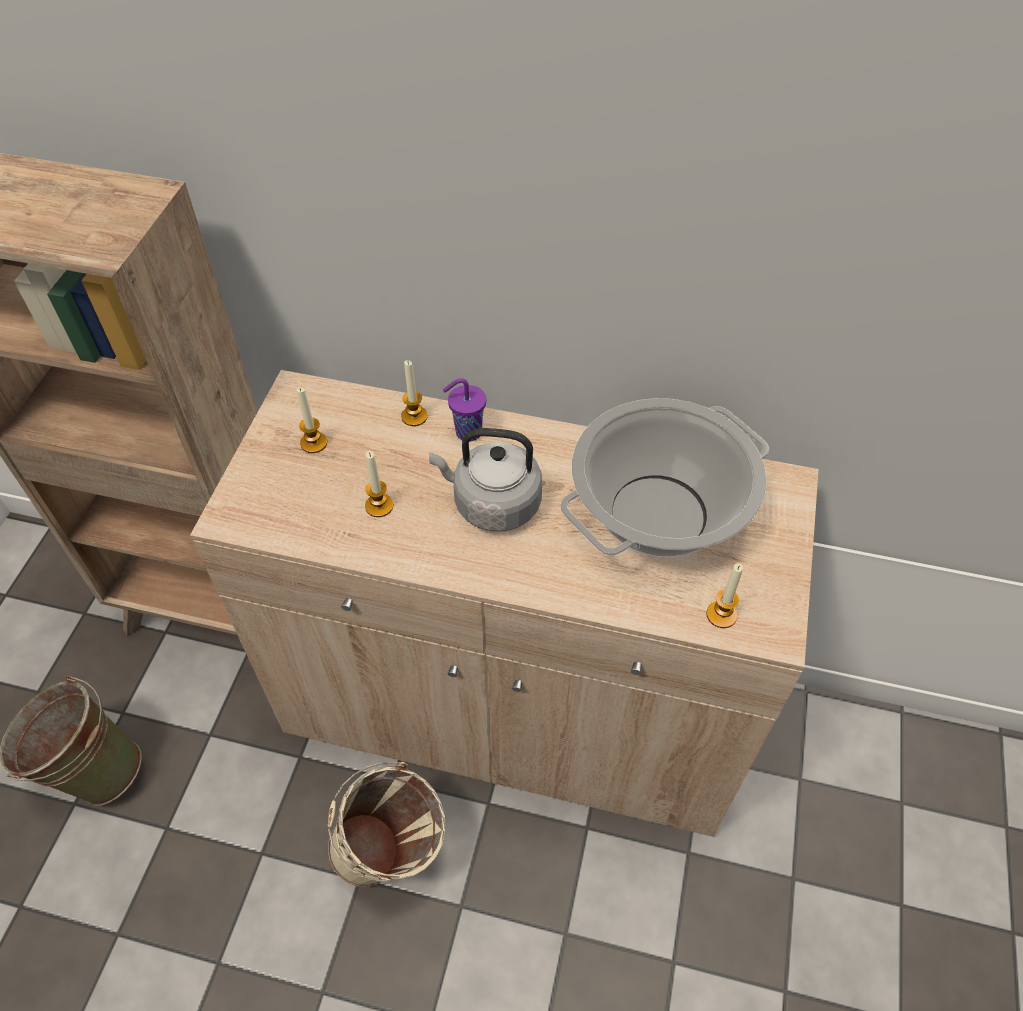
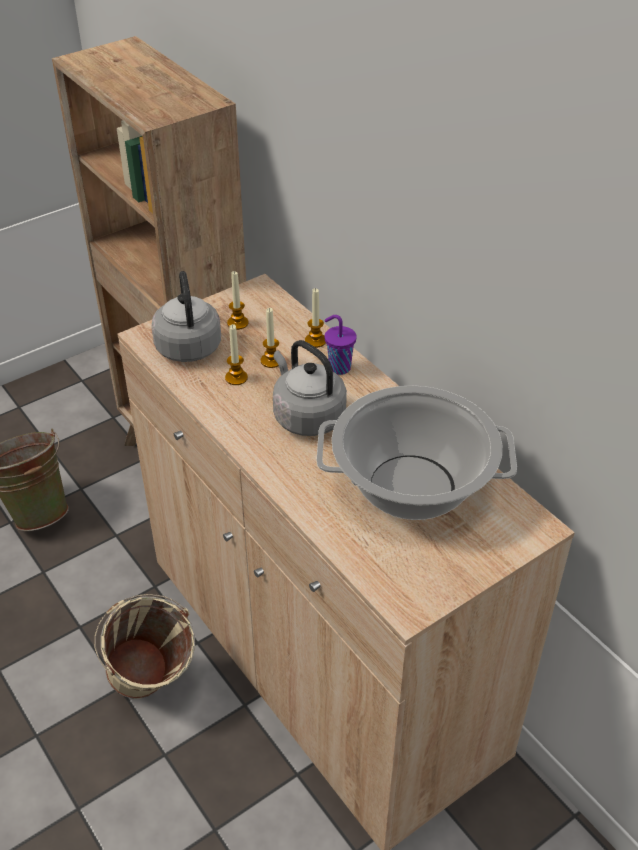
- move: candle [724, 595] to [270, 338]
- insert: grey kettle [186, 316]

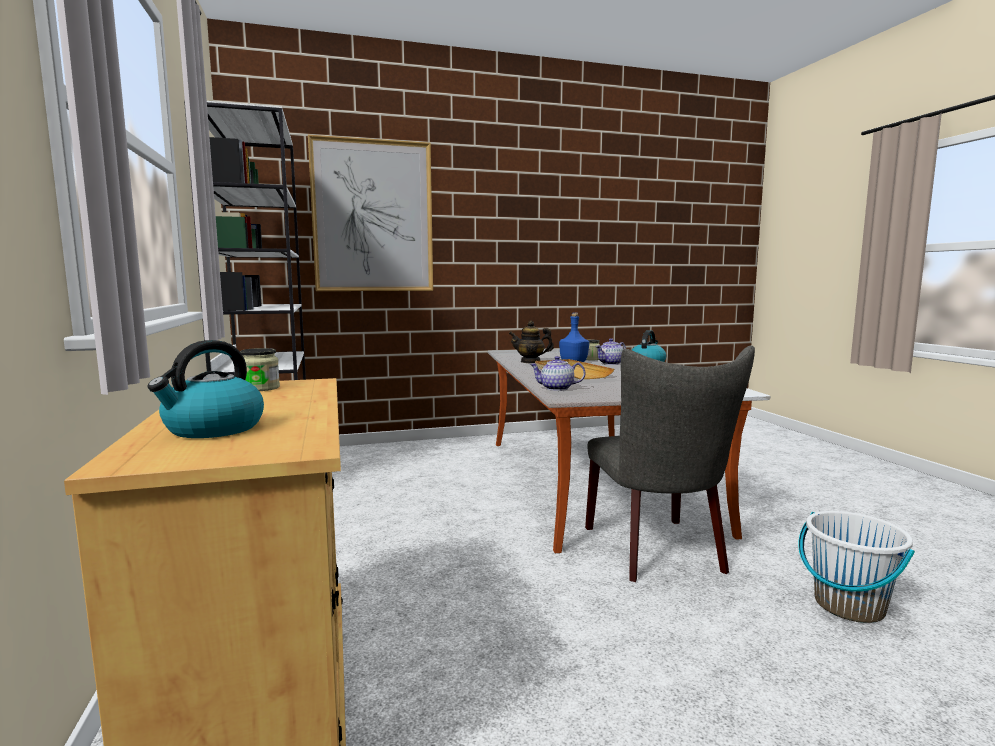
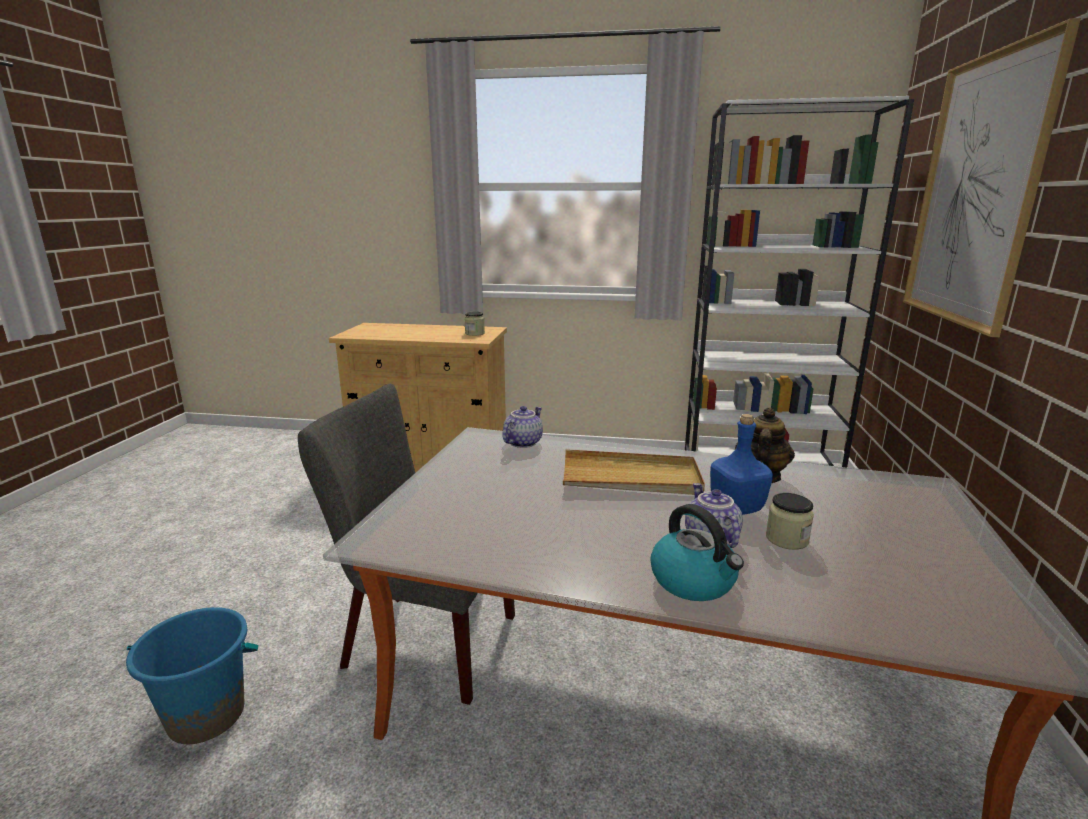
- delete: kettle [206, 389]
- recolor: white bucket [856, 567] to blue bucket [192, 676]

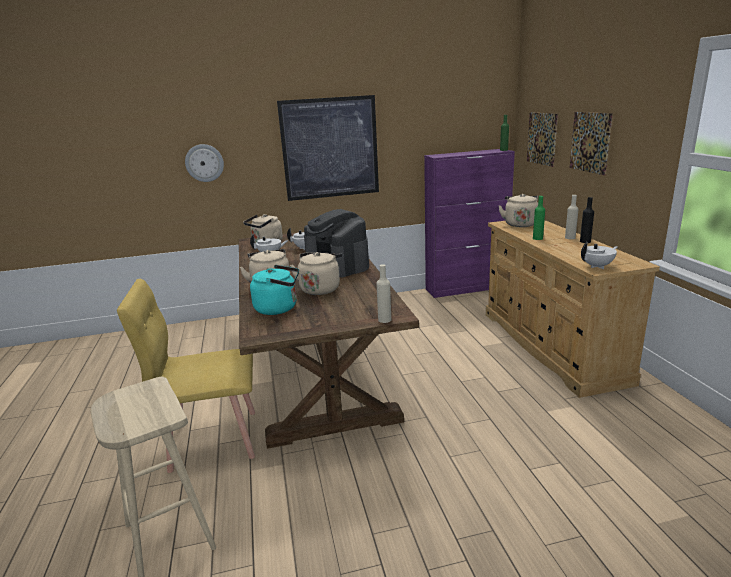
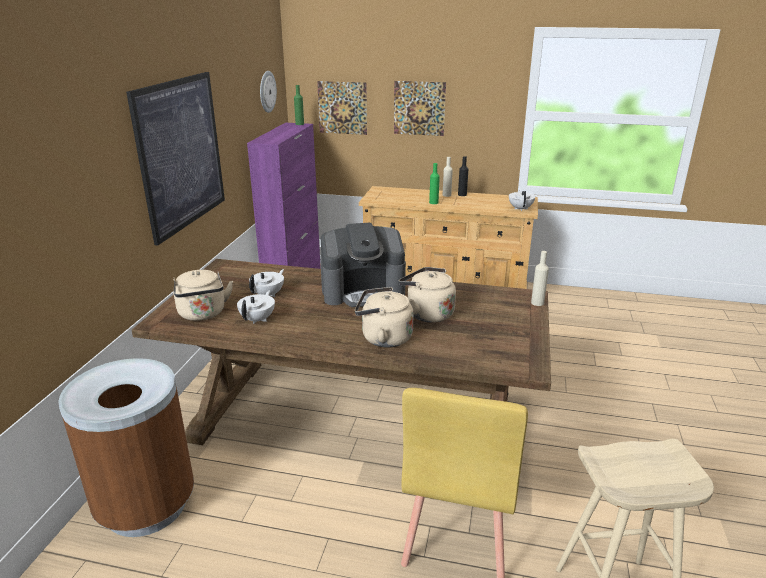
- move: wall clock [204, 163] to [268, 92]
- delete: turquoise kettle [274, 290]
- delete: beige kettle [518, 210]
- insert: brown trash can [126, 447]

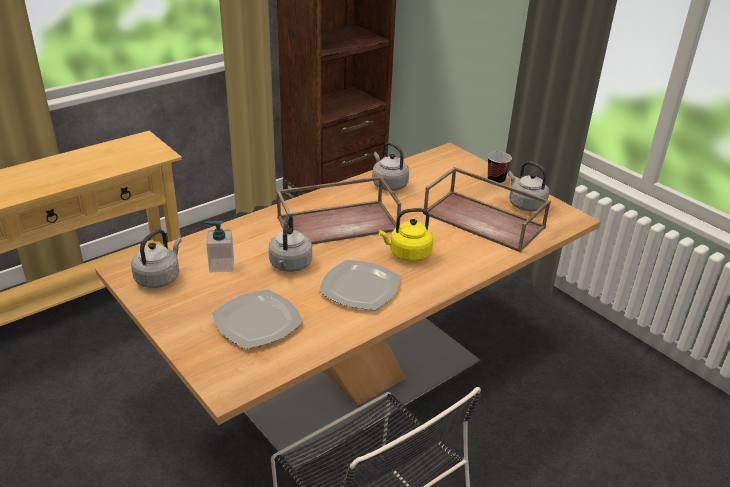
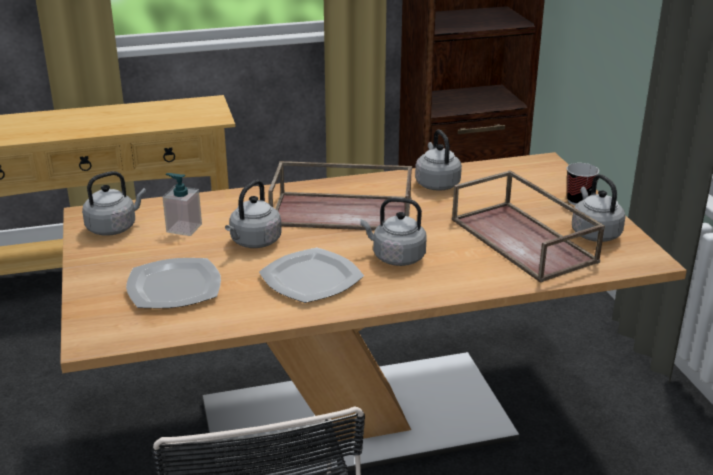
- recolor: yellow kettle [406, 235] to grey kettle [393, 232]

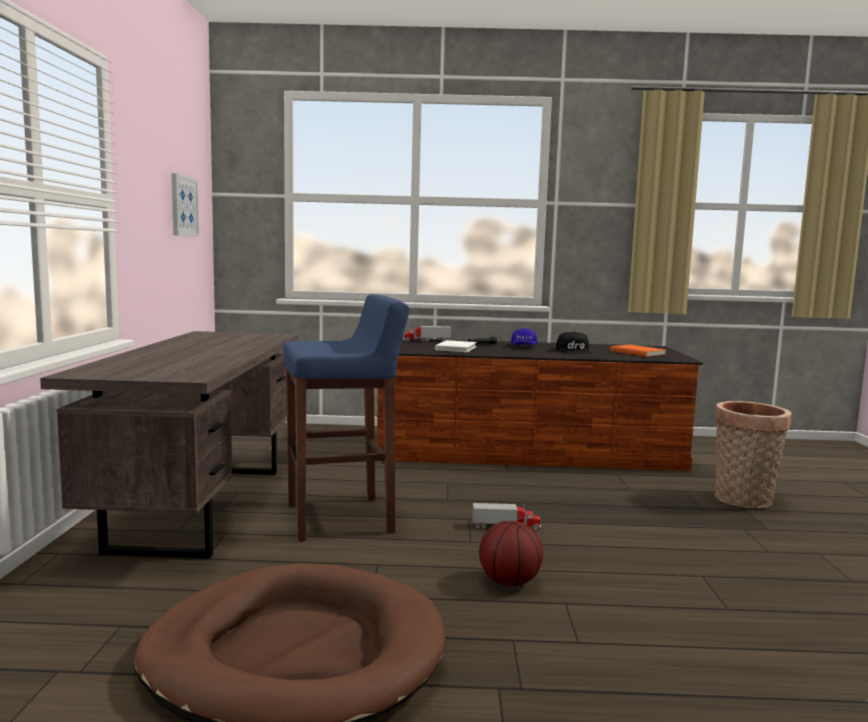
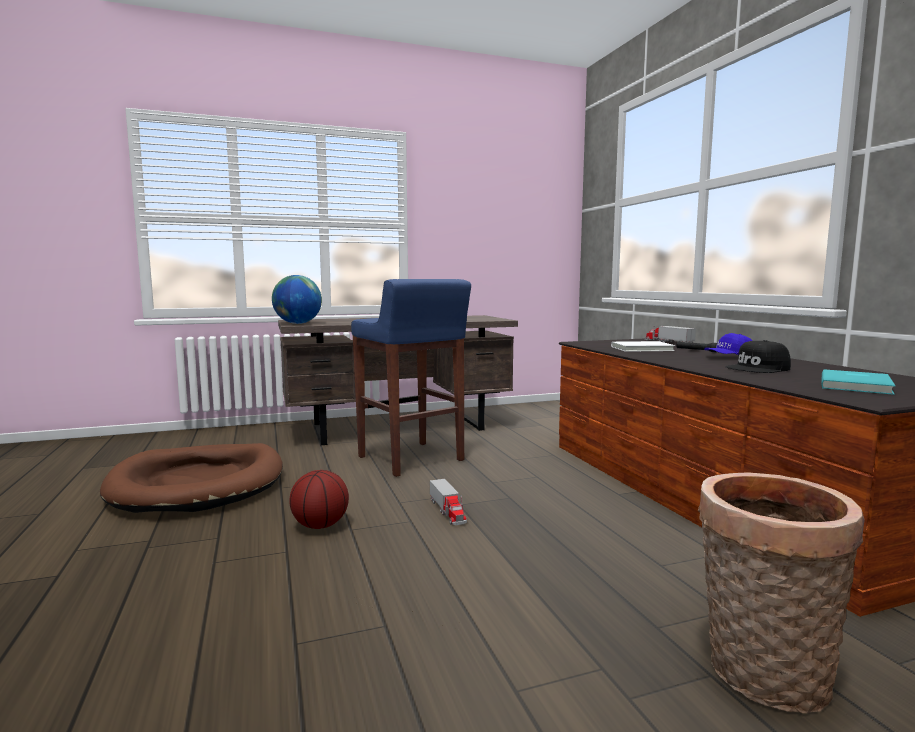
- delete: picture [185, 205]
- recolor: orange book [638, 350] to turquoise book [858, 382]
- insert: globe [297, 299]

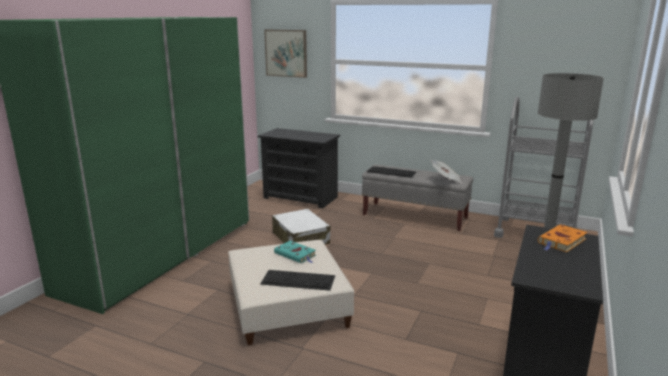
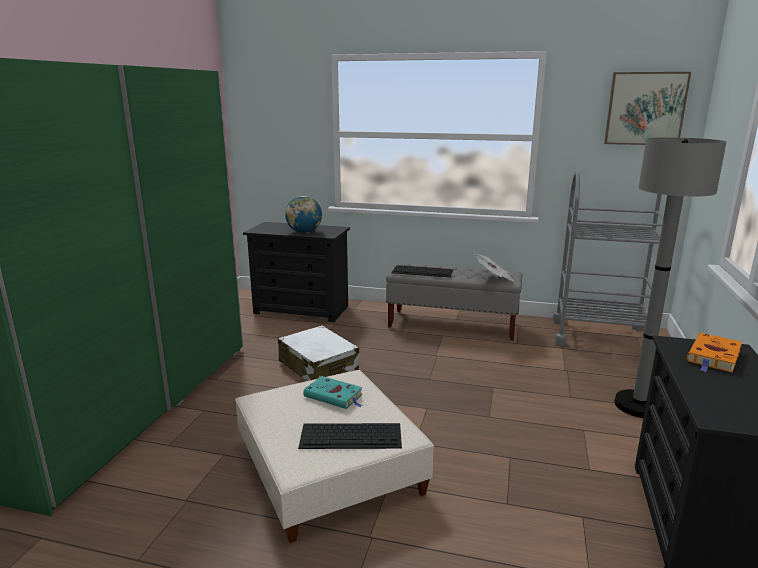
- move: picture [285, 54] to [647, 108]
- insert: globe [303, 214]

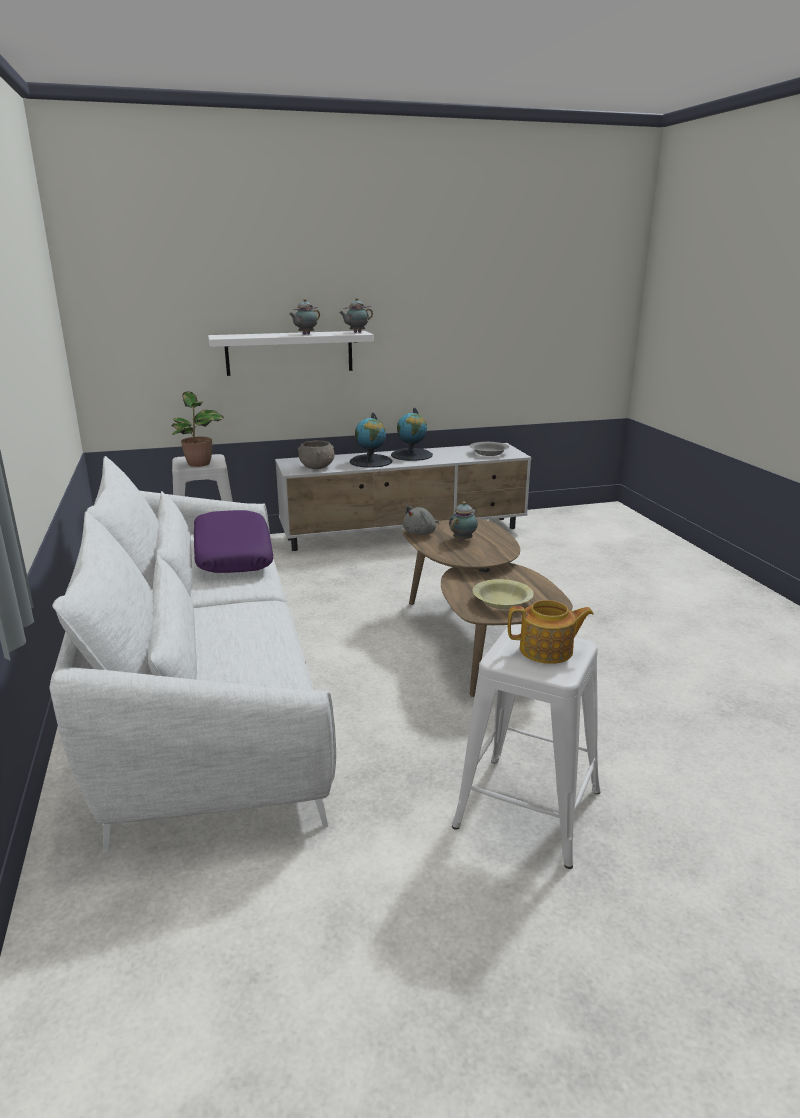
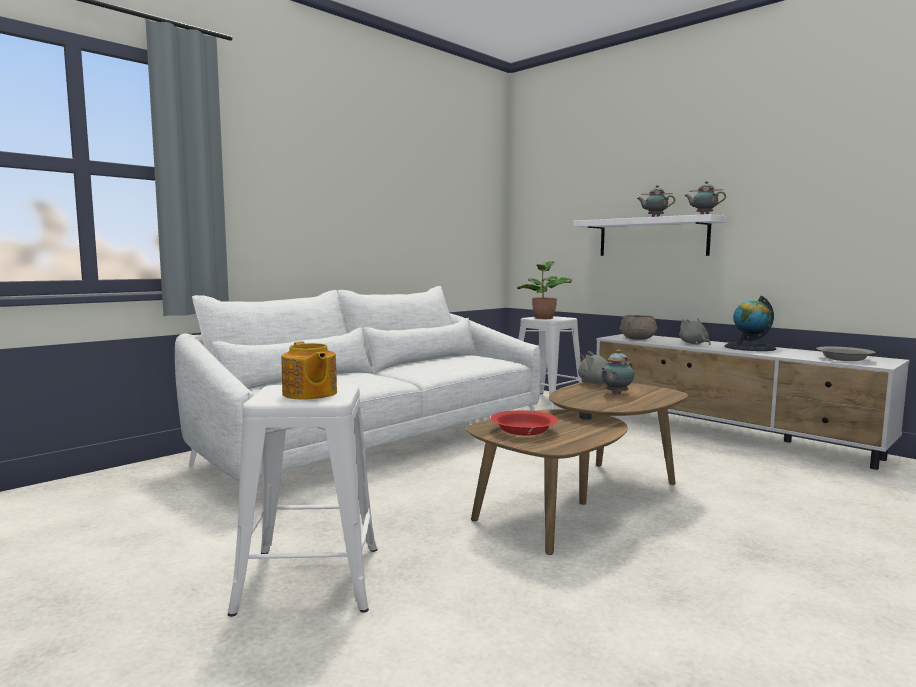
- delete: purple pillow [233, 541]
- replace: globe [370, 440] to grey plush toy [695, 332]
- rotate: teapot [463, 521] = [617, 372] 135 degrees clockwise
- recolor: yellow bowl [503, 594] to red bowl [524, 422]

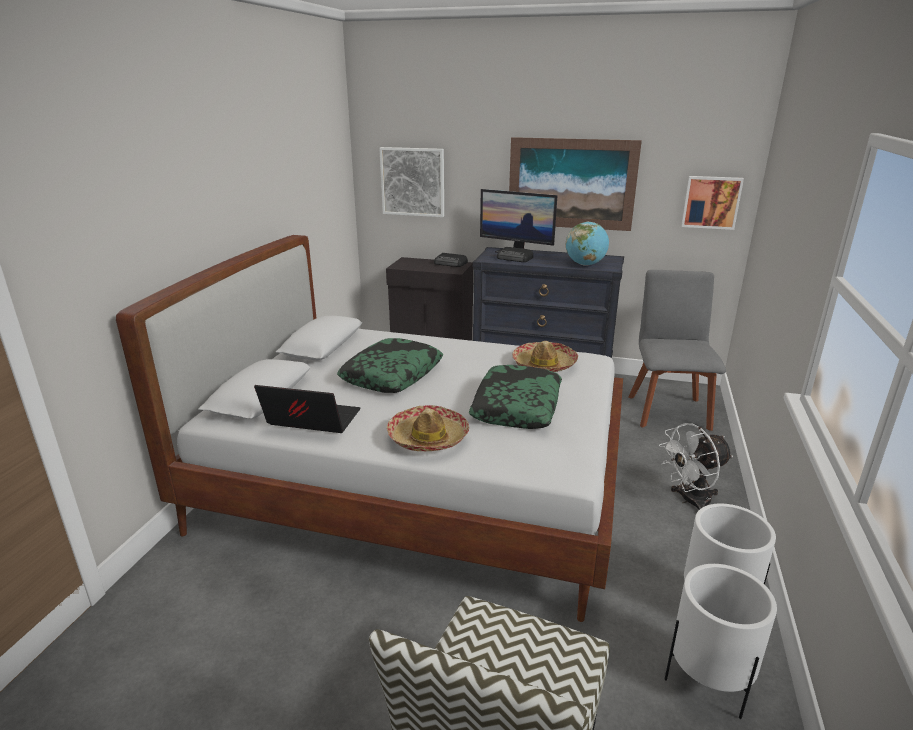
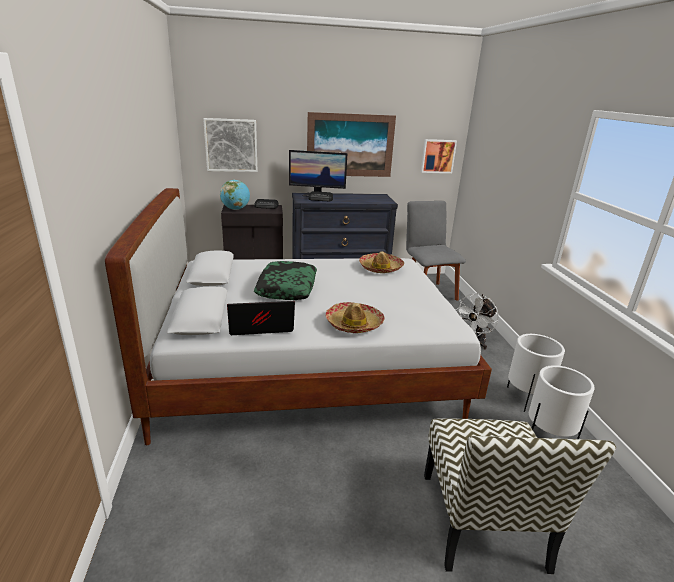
- delete: pillow [515, 397]
- move: globe [587, 243] to [235, 195]

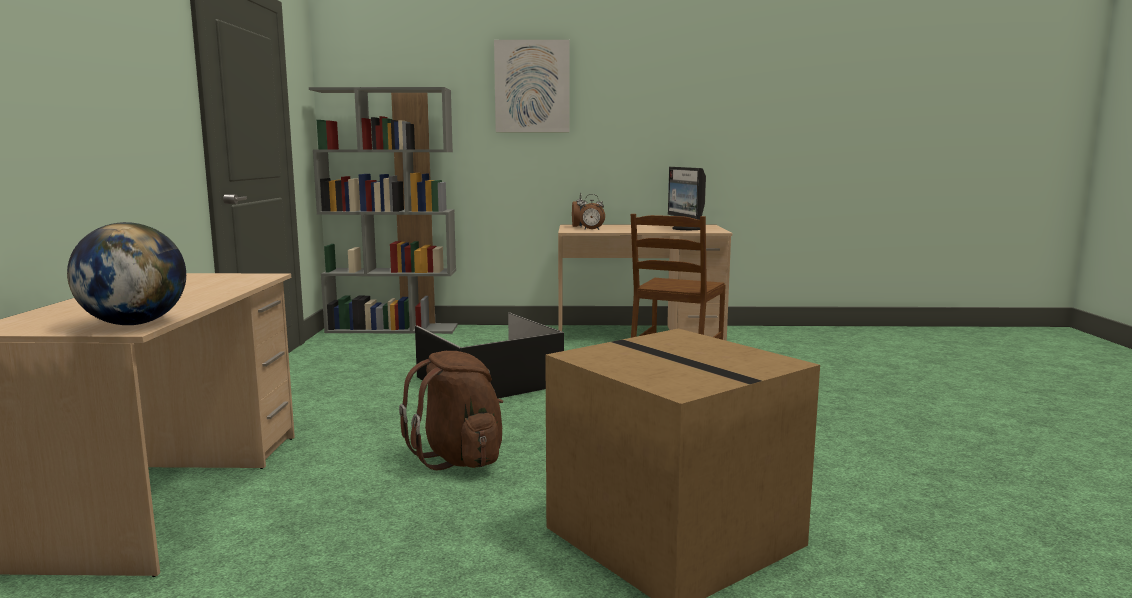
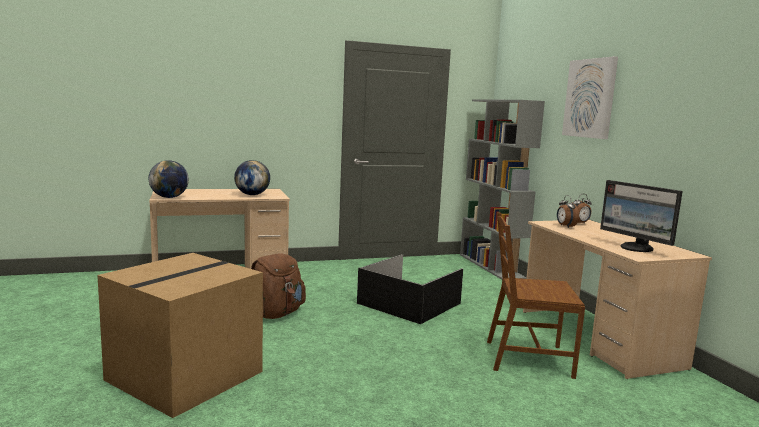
- rotate: monitor [687, 198] = [641, 216] 90 degrees counterclockwise
- insert: globe [252, 177]

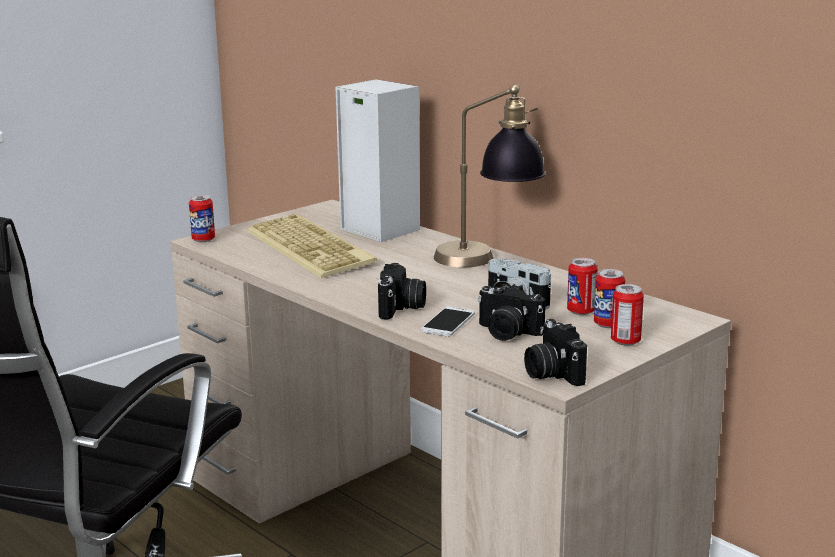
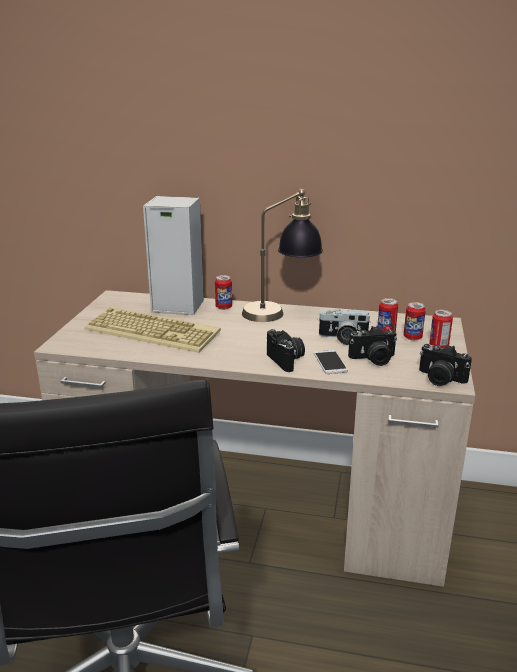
- move: can [202, 218] to [223, 292]

